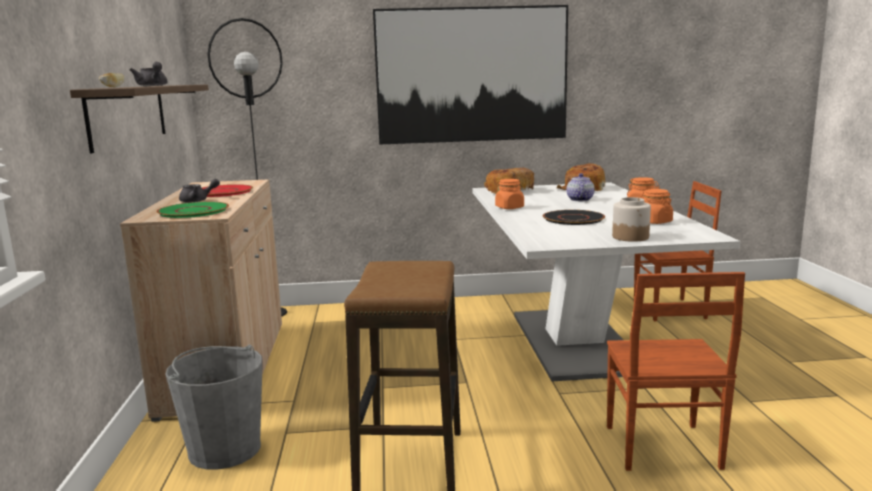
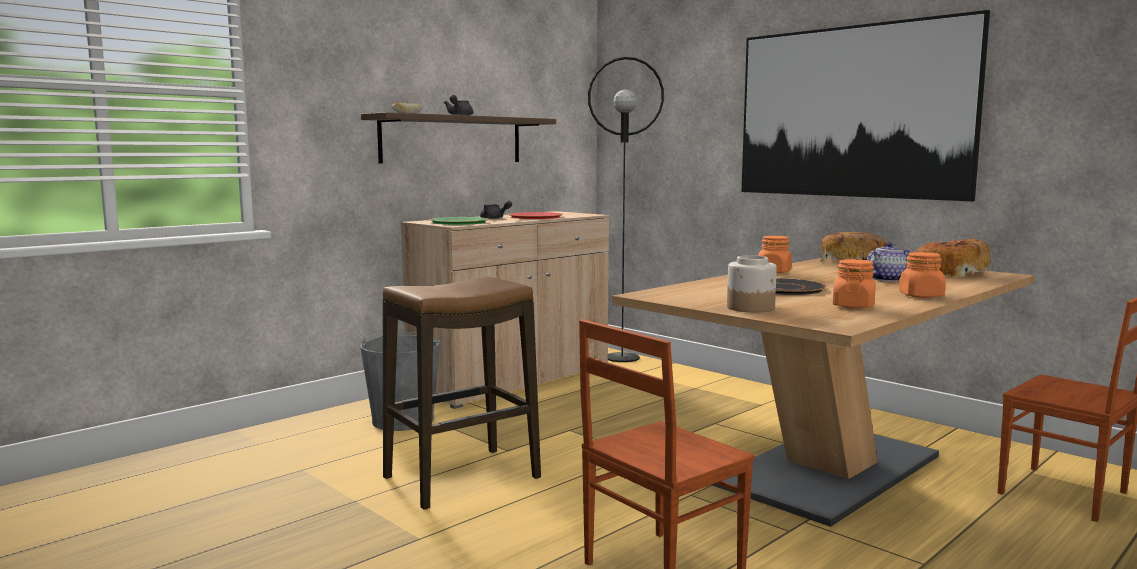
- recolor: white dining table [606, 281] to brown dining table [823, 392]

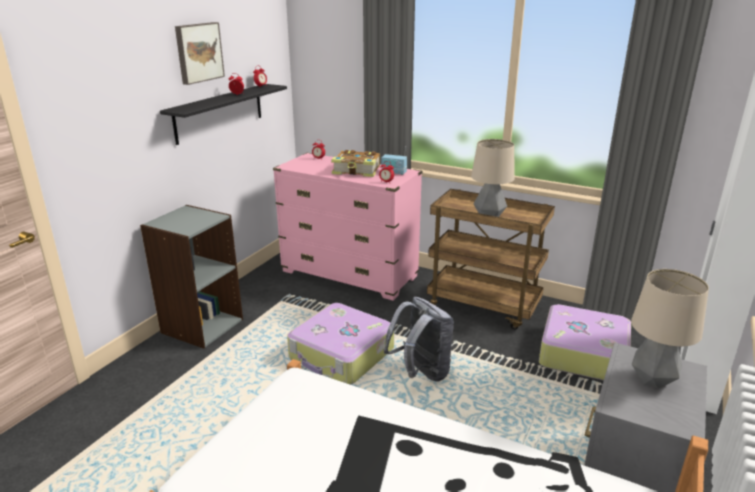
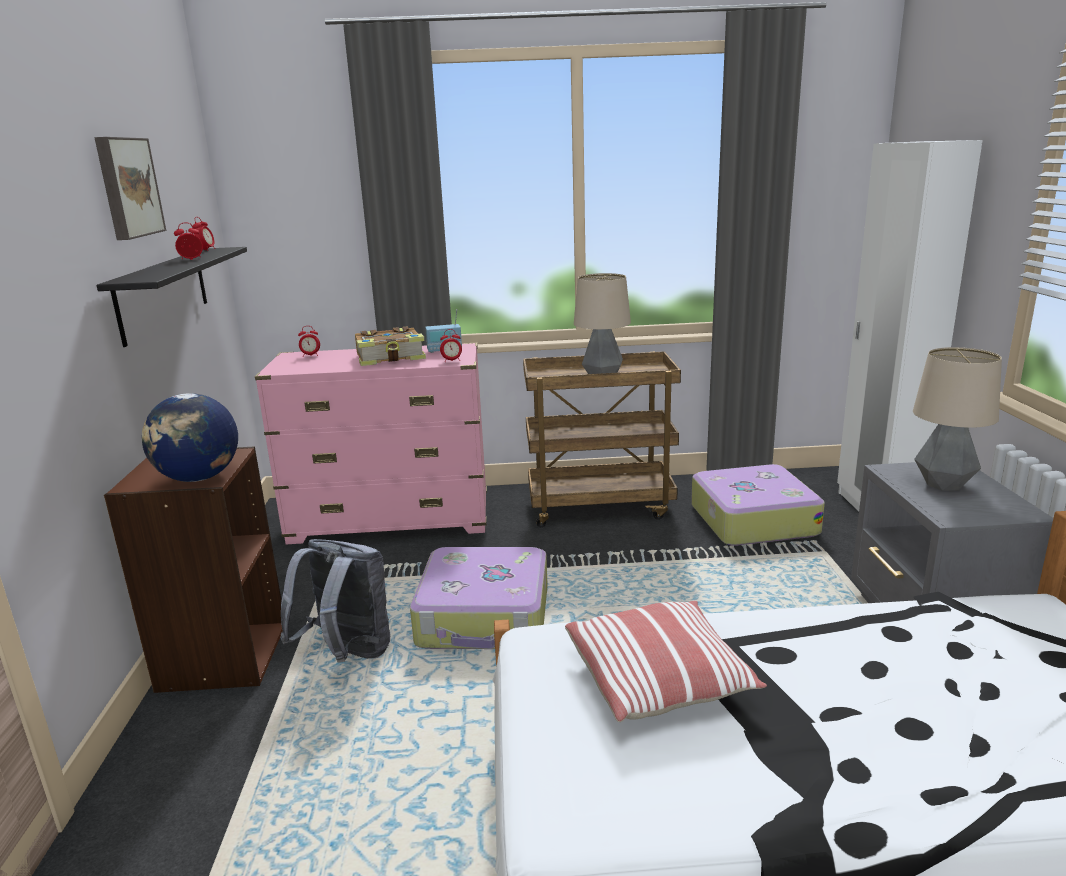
- recolor: grey bookcase [191, 277] to brown bookcase [193, 569]
- move: grey backpack [419, 339] to [335, 601]
- insert: globe [190, 437]
- insert: pillow [666, 661]

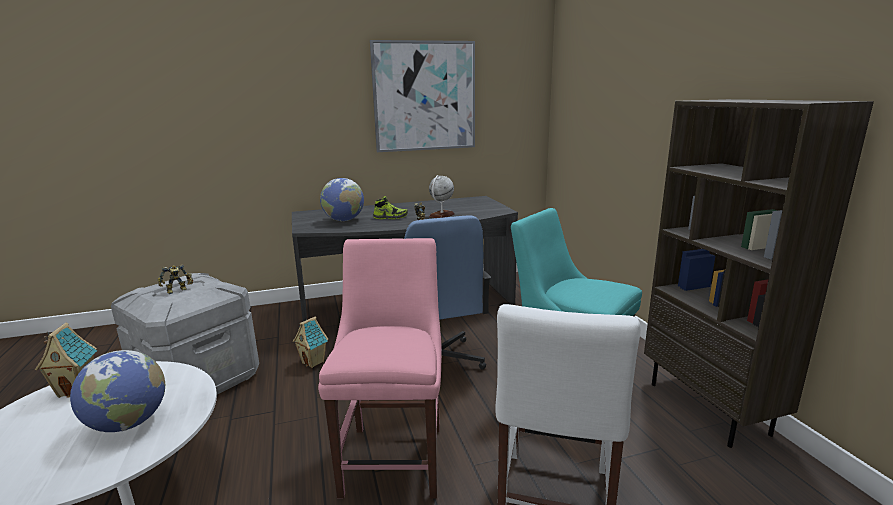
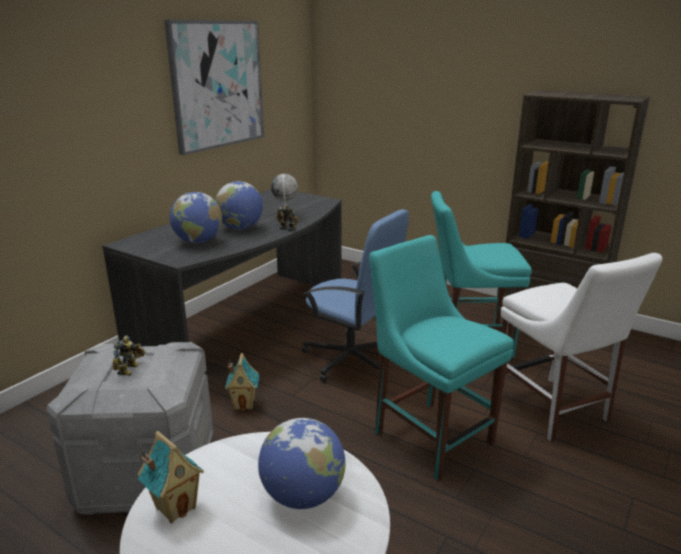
- recolor: pink chair [380, 368] to turquoise chair [441, 358]
- replace: shoe [390, 207] to globe [239, 205]

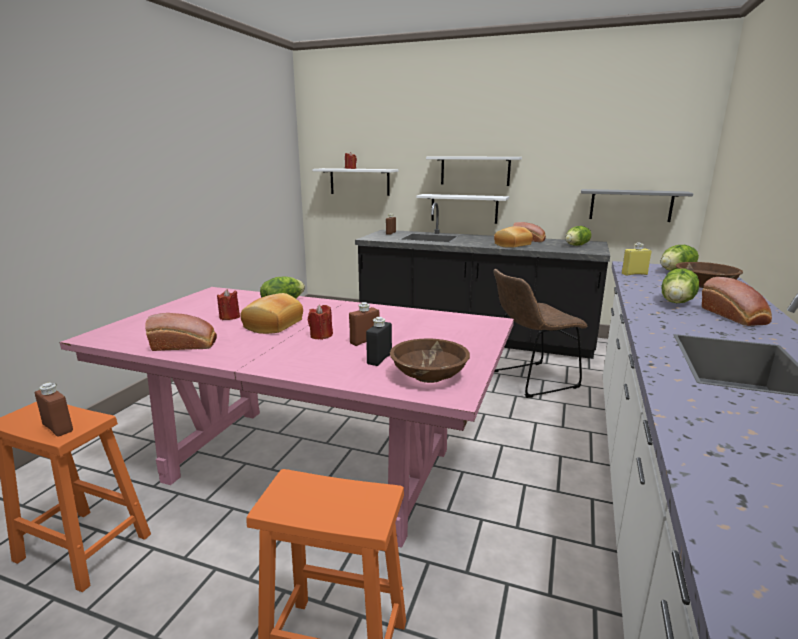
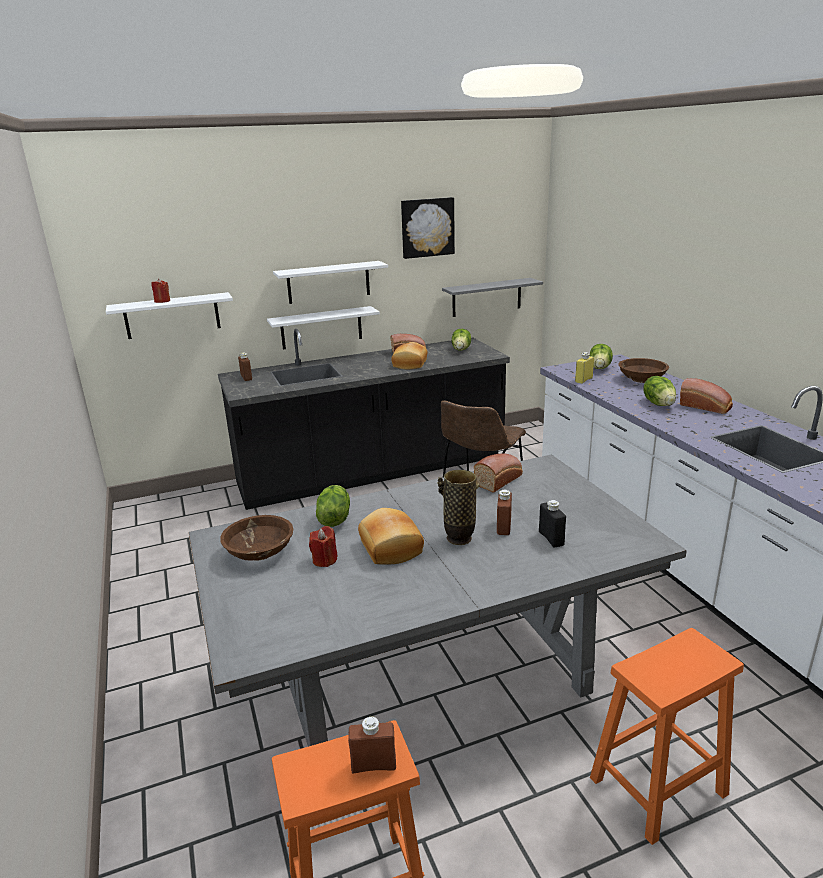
- recolor: pink dining table [287, 417] to grey dining table [438, 600]
- move: bread [181, 332] to [498, 473]
- replace: red candle [320, 322] to vase [458, 507]
- move: brown bowl [430, 360] to [256, 538]
- insert: picture [428, 228]

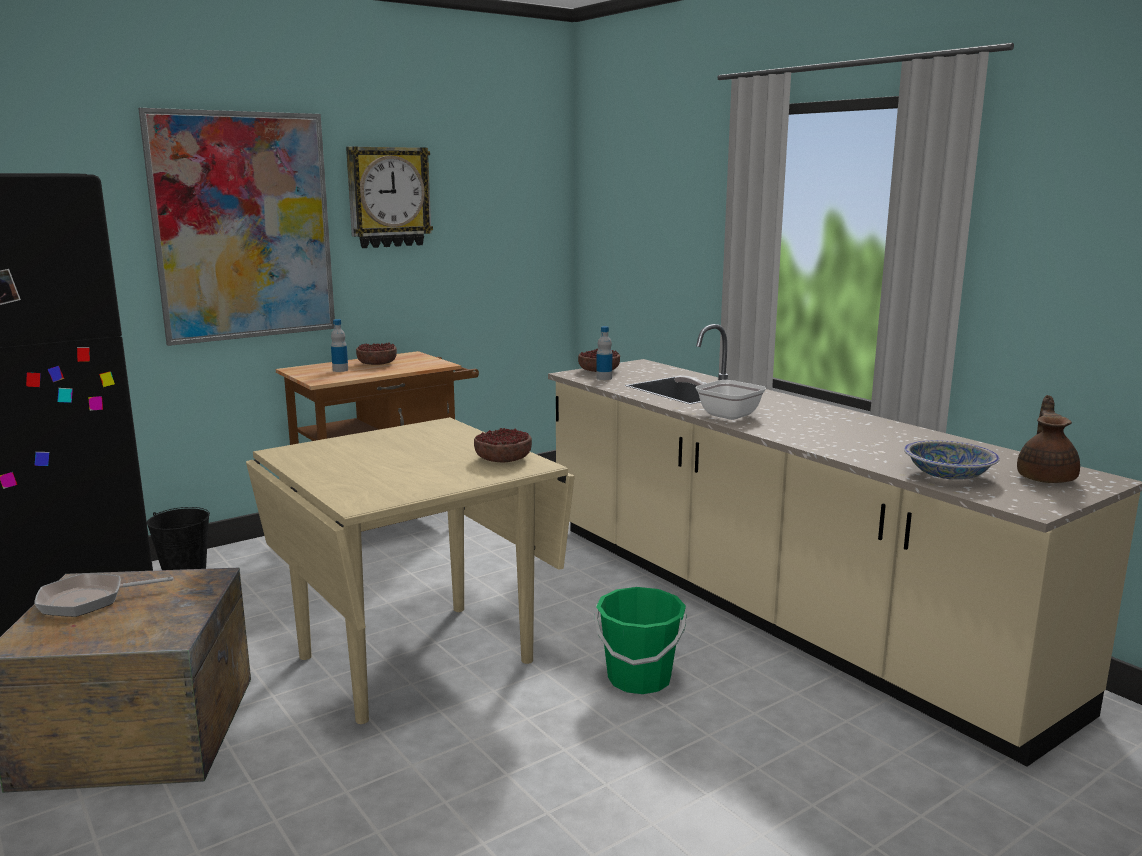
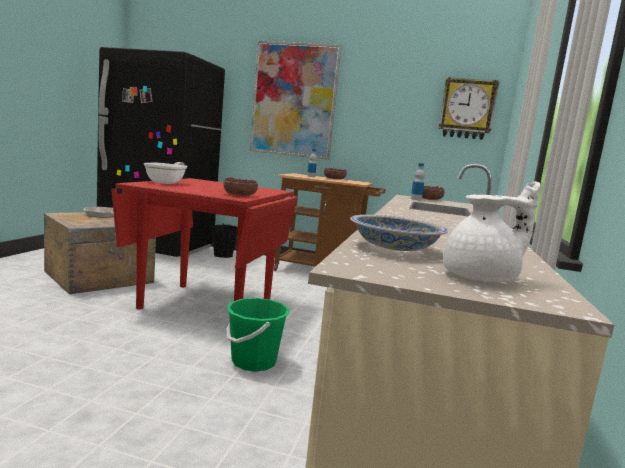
- recolor: beige dining table [410, 570] to red dining table [204, 243]
- move: wall clock [389, 197] to [469, 108]
- move: frying pan [720, 398] to [166, 173]
- recolor: brown teapot [1048, 439] to white teapot [491, 231]

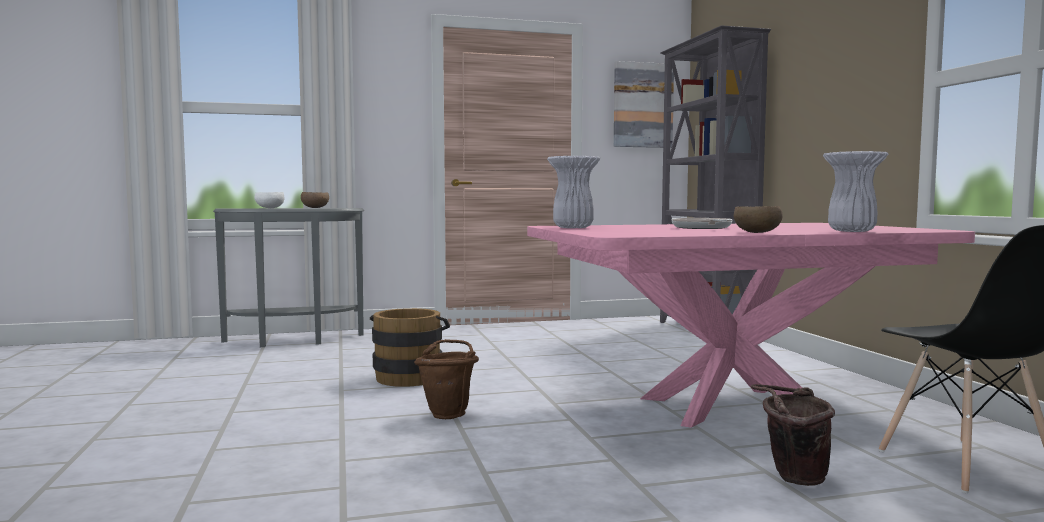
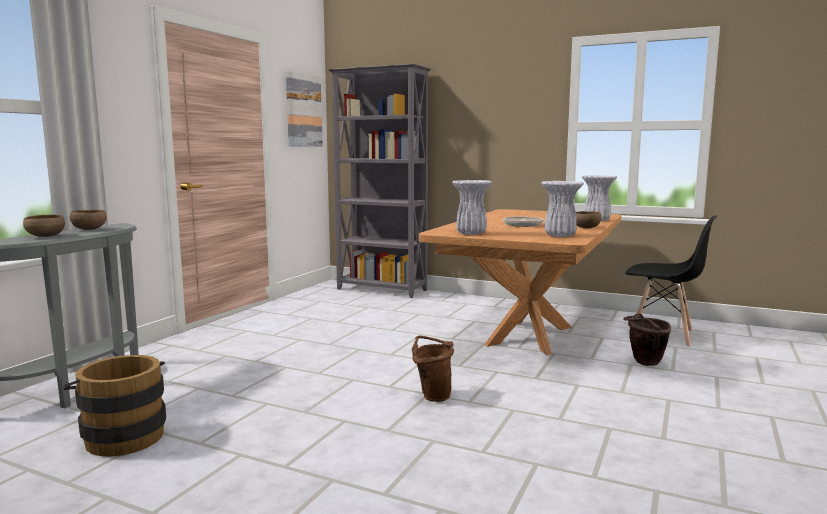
- recolor: white bowl [269, 200] to brown bowl [44, 225]
- move: brown bucket [410, 347] to [114, 406]
- recolor: pink dining table [751, 325] to brown dining table [520, 282]
- insert: white vase [562, 209]

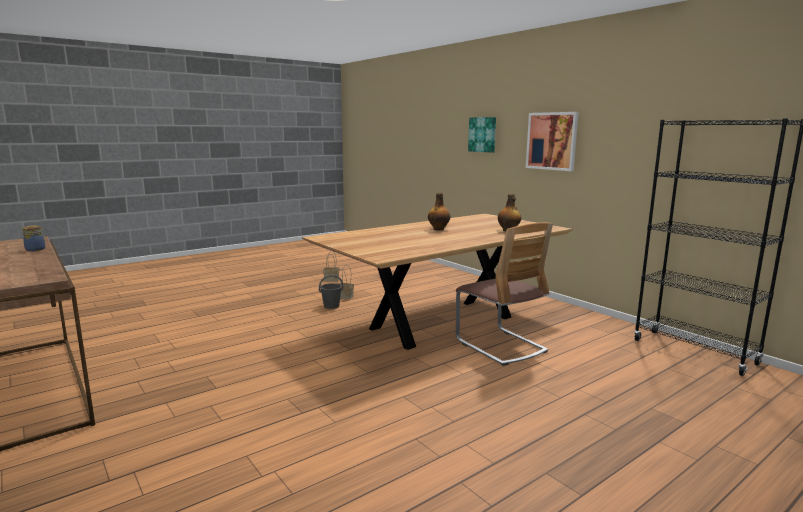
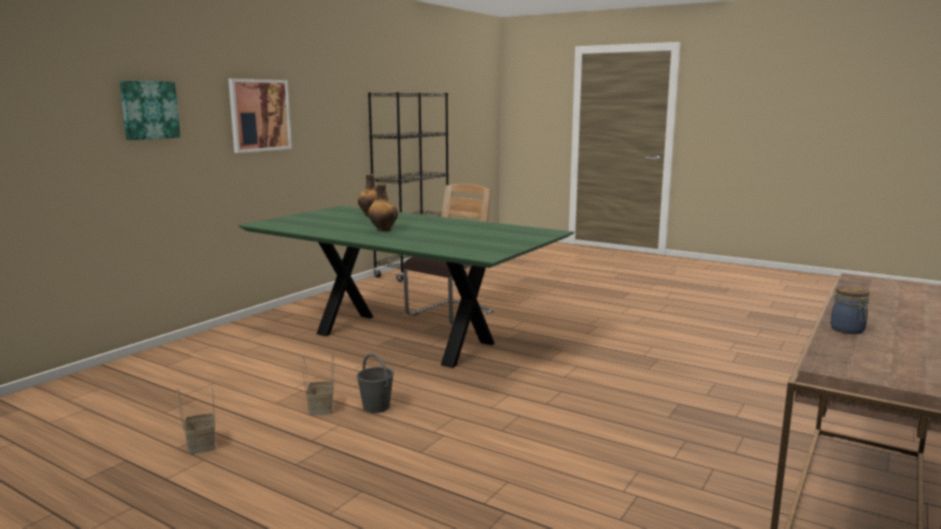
- recolor: brown dining table [437, 282] to green dining table [406, 287]

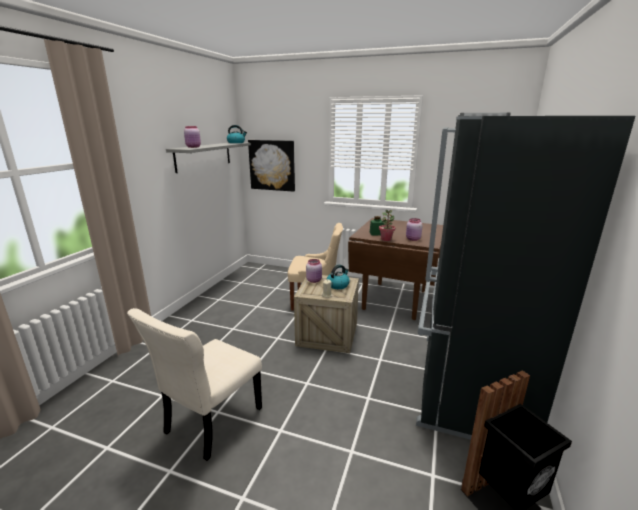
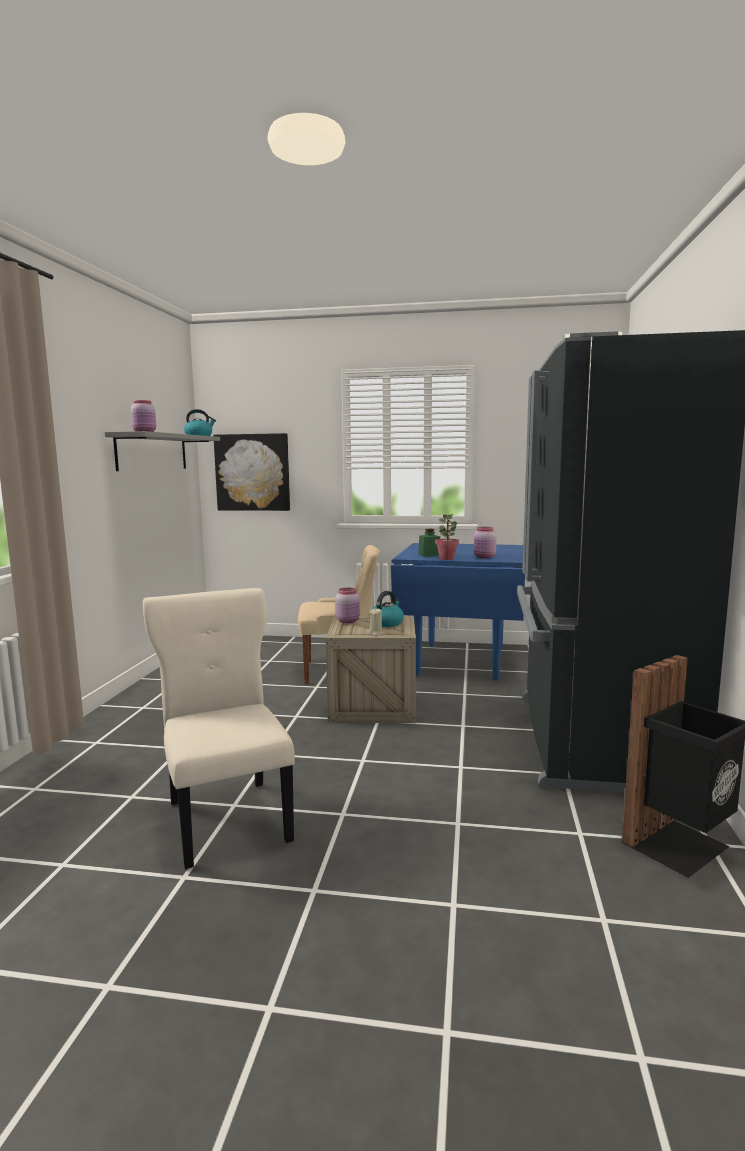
- rotate: beige chair [194, 384] = [219, 728] 135 degrees clockwise
- recolor: brown dining table [395, 269] to blue dining table [458, 612]

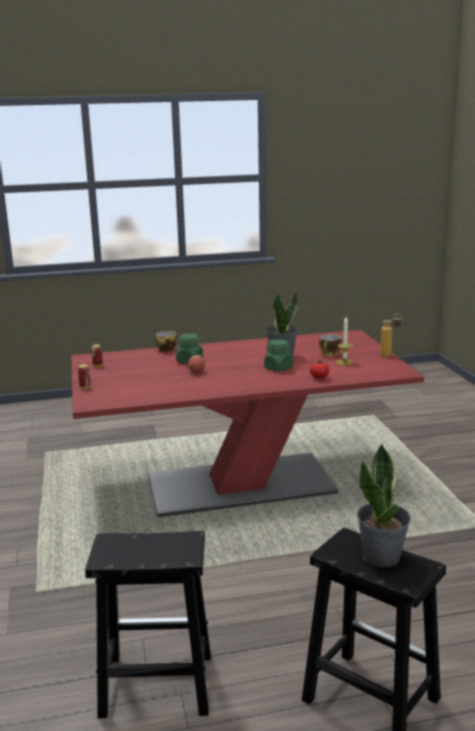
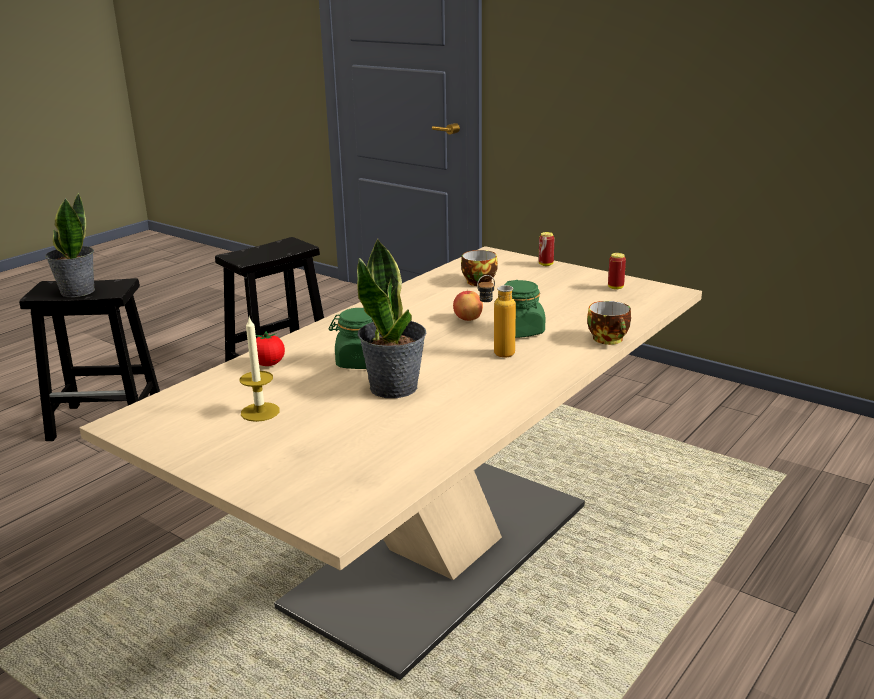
- recolor: red dining table [247, 423] to beige dining table [390, 463]
- move: cup [330, 345] to [479, 268]
- move: bottle [391, 335] to [496, 316]

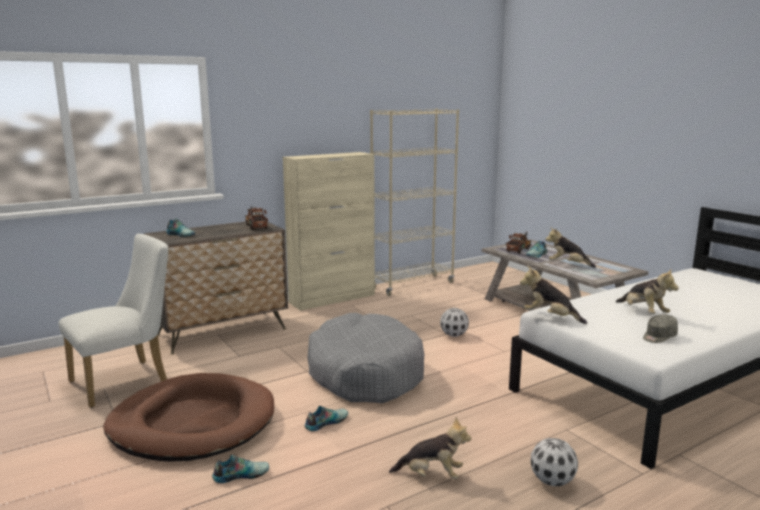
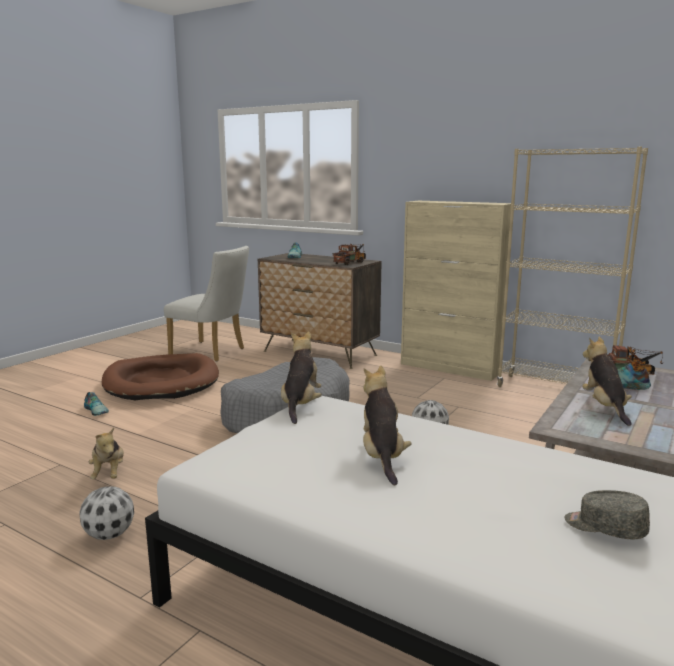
- delete: shoe [326, 418]
- rotate: plush toy [647, 292] = [387, 425] 135 degrees clockwise
- move: grey cap [660, 328] to [607, 515]

